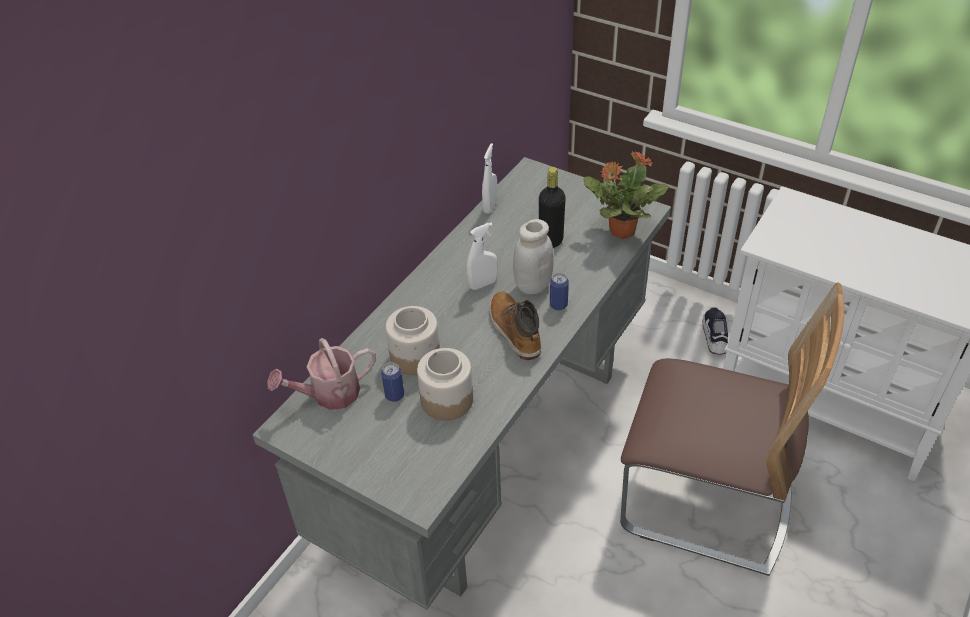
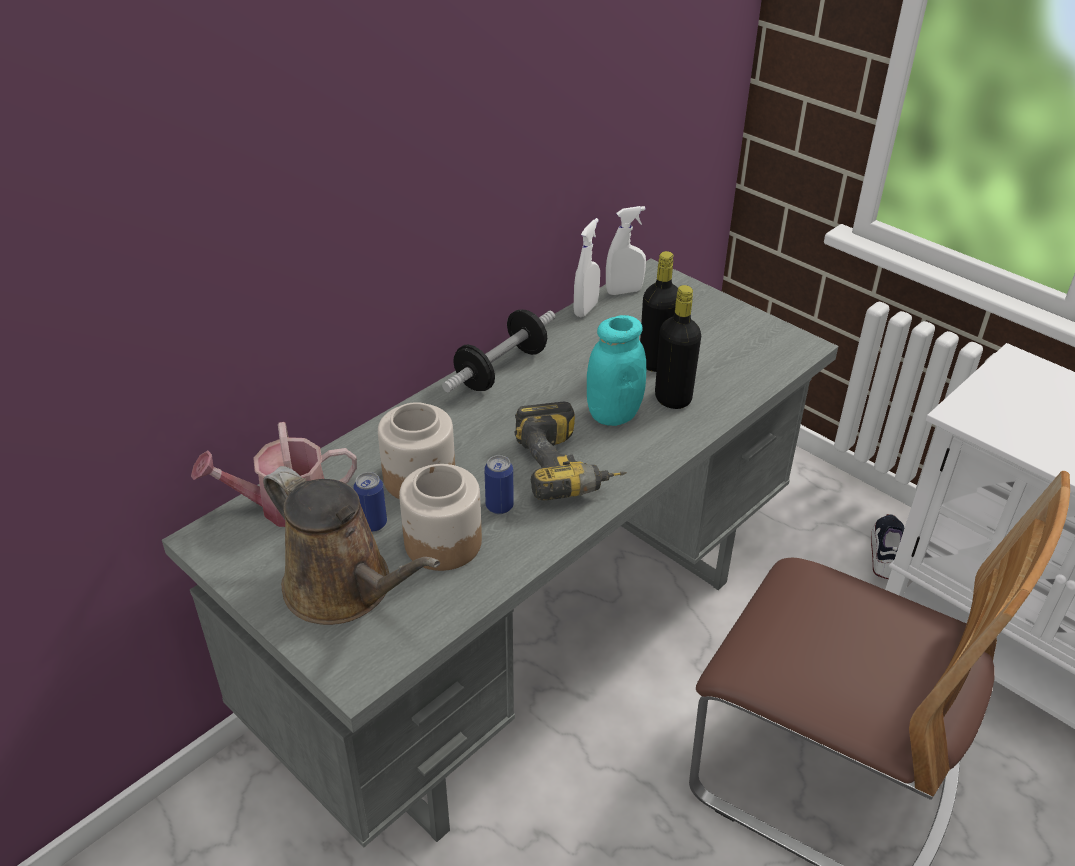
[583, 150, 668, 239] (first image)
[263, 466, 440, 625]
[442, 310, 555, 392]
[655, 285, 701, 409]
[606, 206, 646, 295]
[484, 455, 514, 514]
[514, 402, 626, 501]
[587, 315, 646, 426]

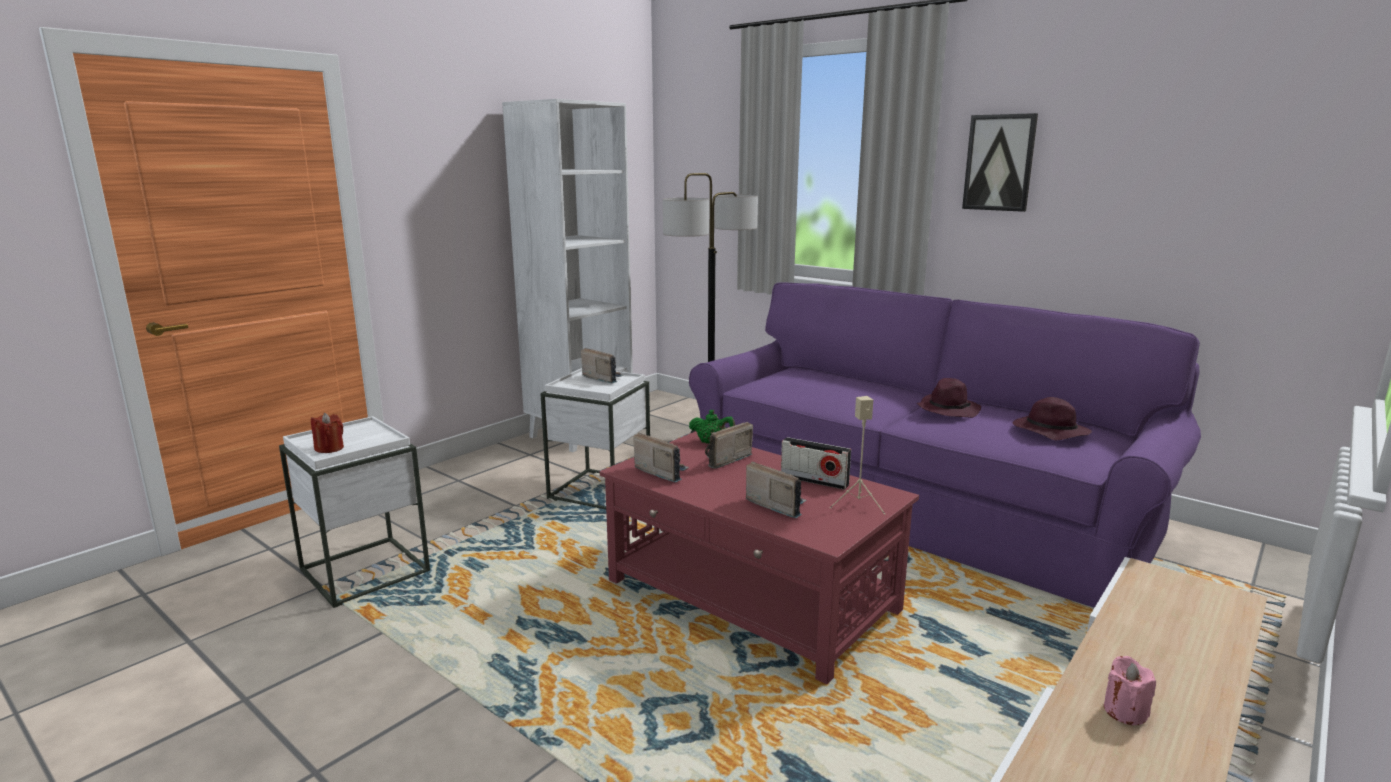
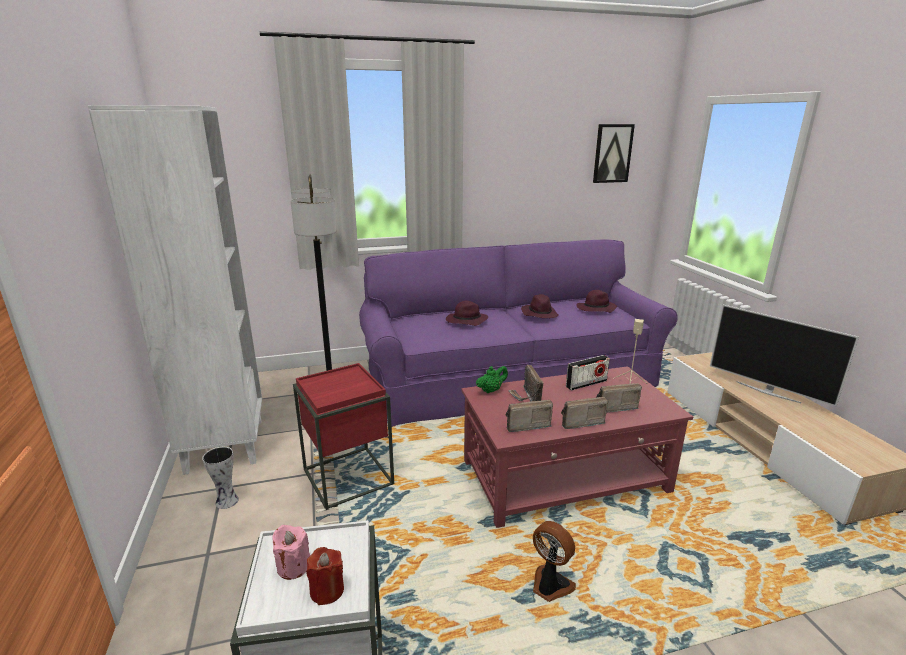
[202, 447, 239, 509]
[446, 301, 488, 326]
[533, 521, 576, 602]
[710, 305, 859, 407]
[561, 397, 608, 429]
[593, 124, 635, 183]
[273, 525, 310, 580]
[293, 363, 394, 510]

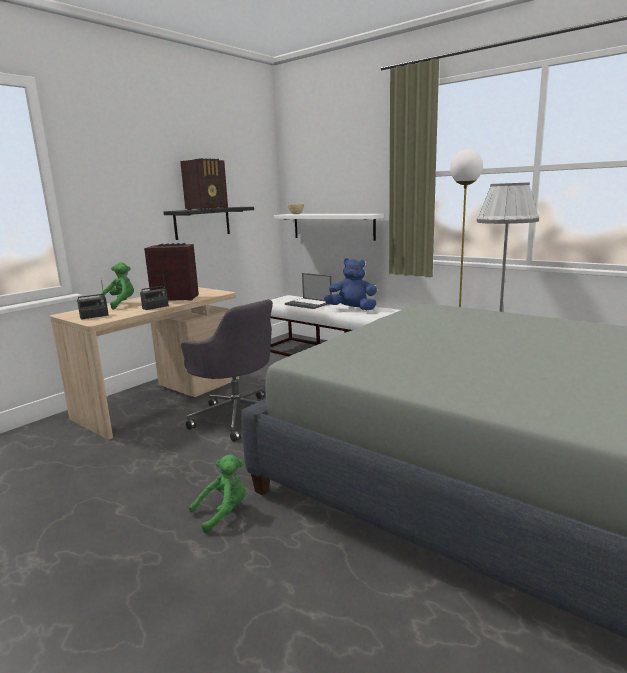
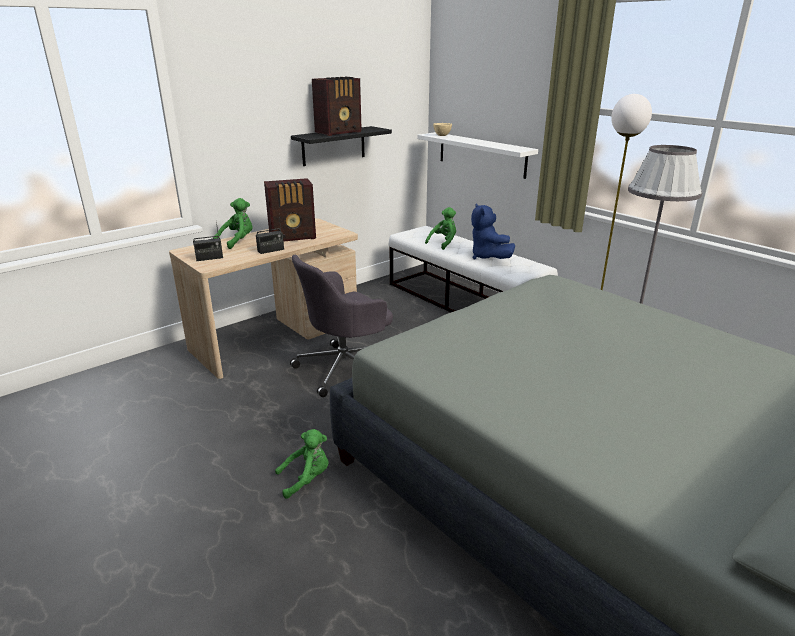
[425, 207, 456, 250]
[264, 178, 316, 241]
[290, 255, 393, 397]
[471, 203, 515, 260]

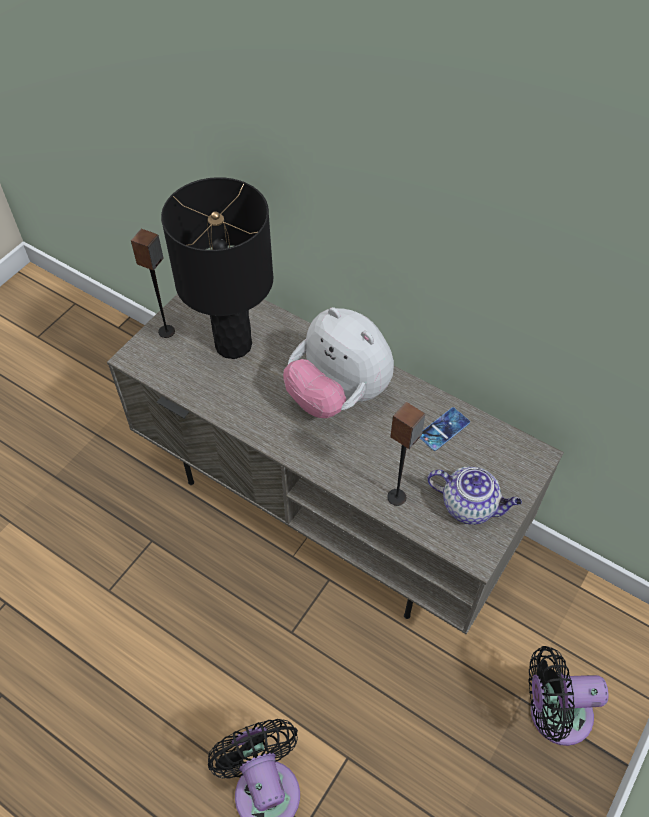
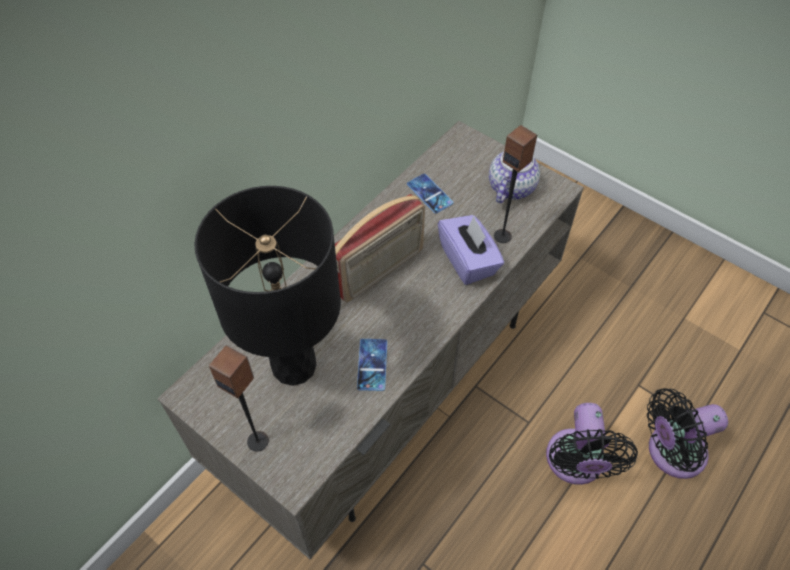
[357, 339, 387, 391]
[438, 215, 504, 285]
[546, 403, 638, 485]
[335, 194, 425, 302]

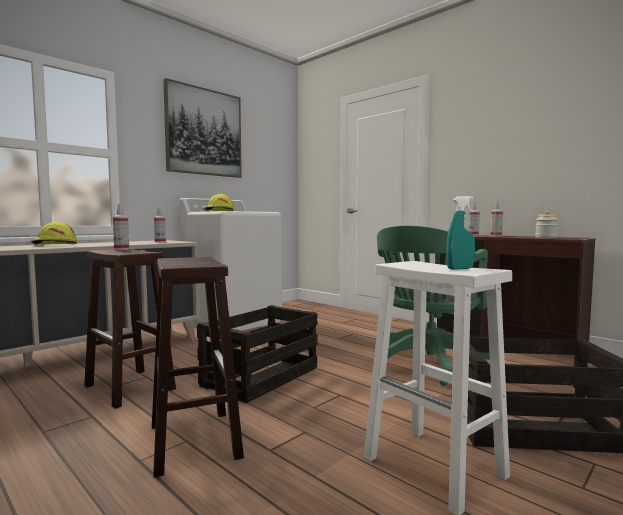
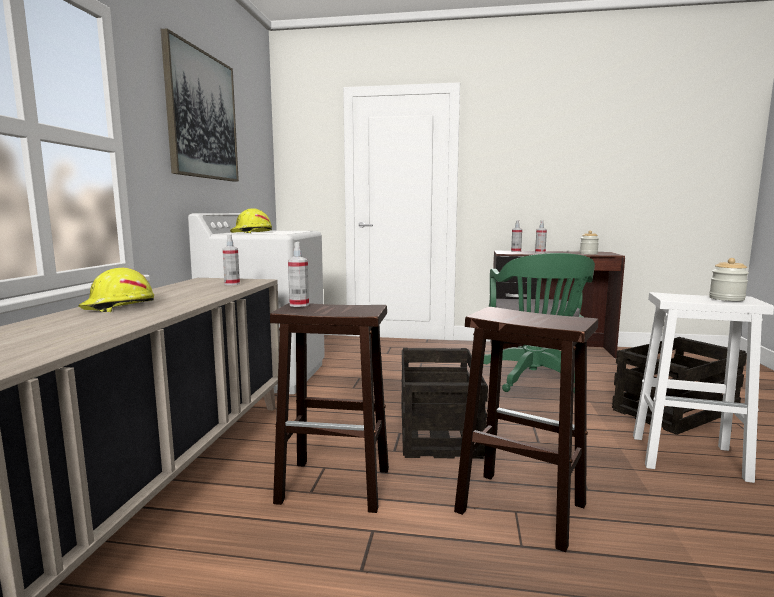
[709, 258, 749, 301]

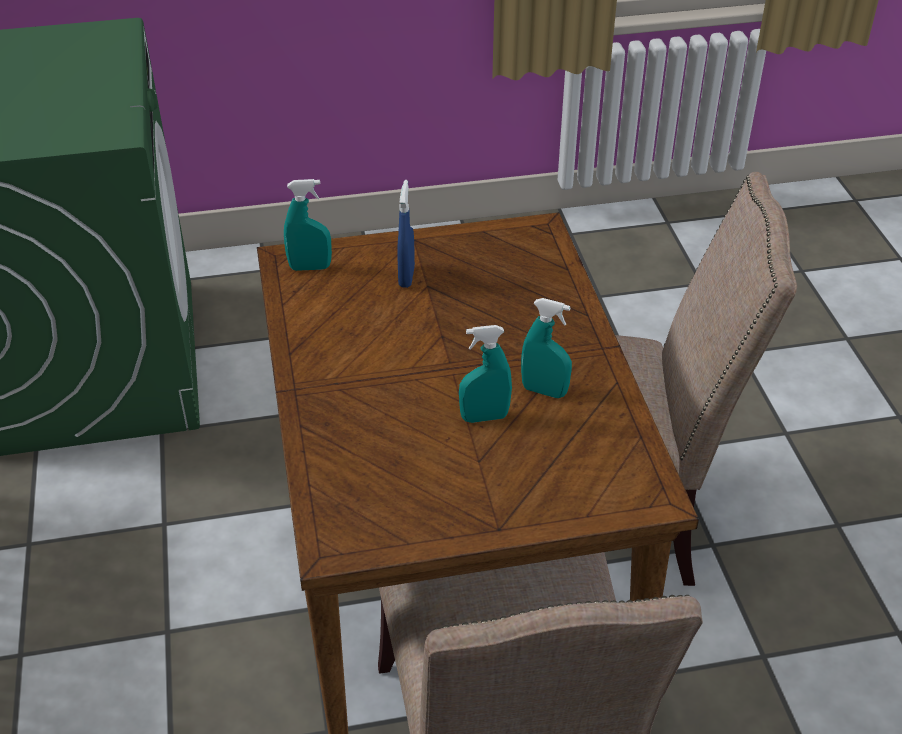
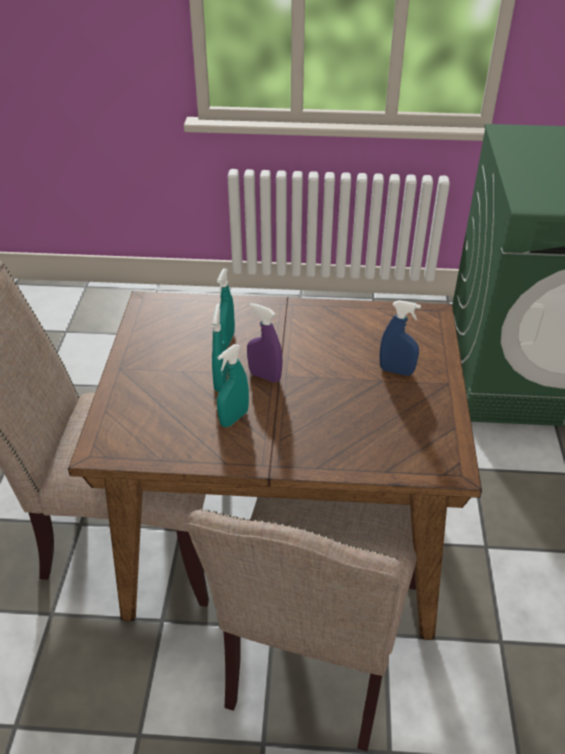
[247, 303, 283, 383]
[217, 268, 235, 347]

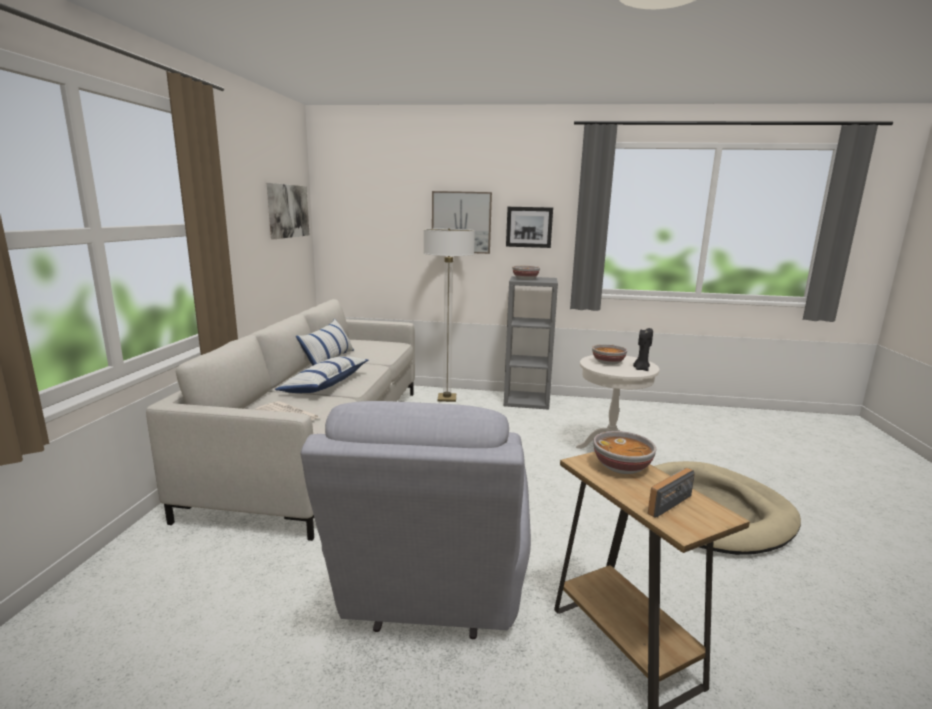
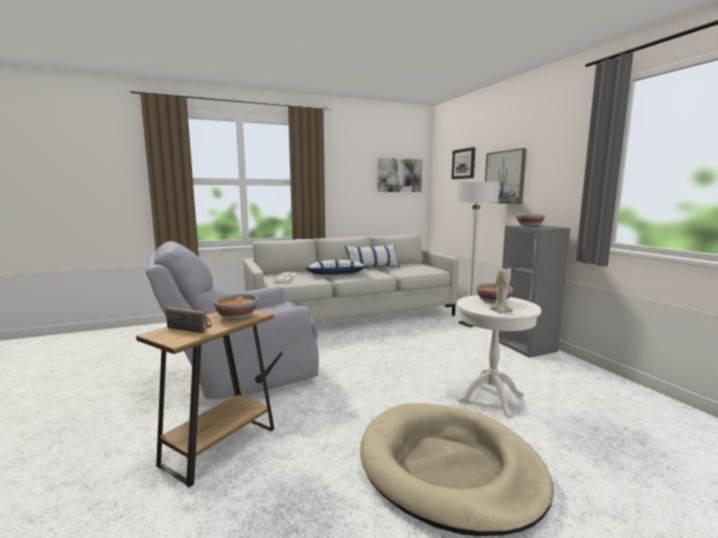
[451, 147, 475, 179]
[490, 268, 513, 313]

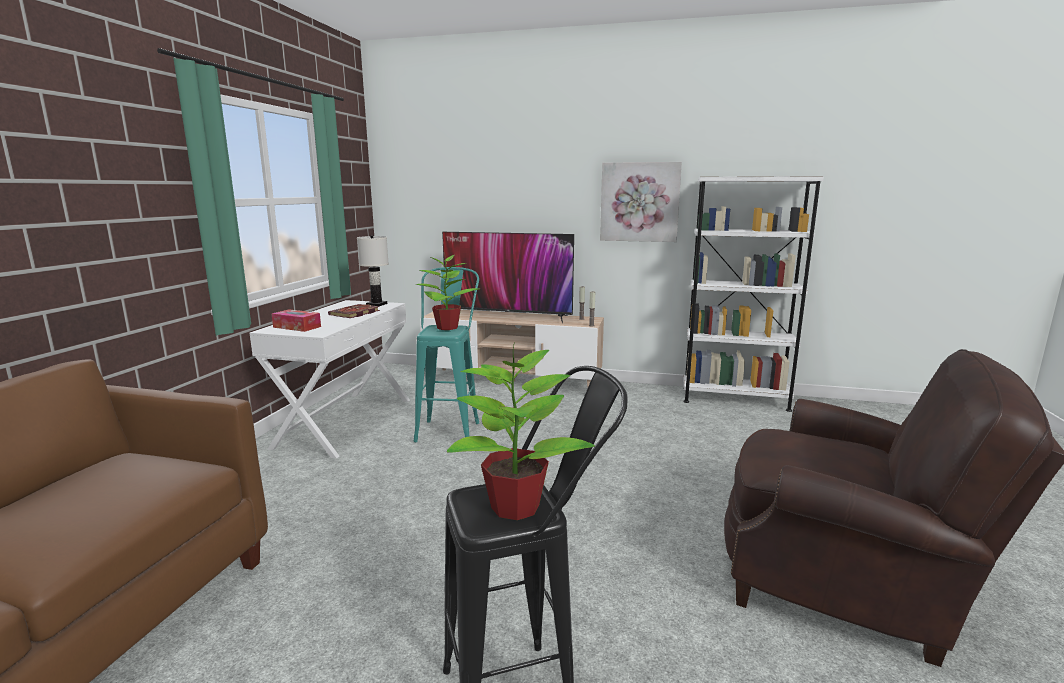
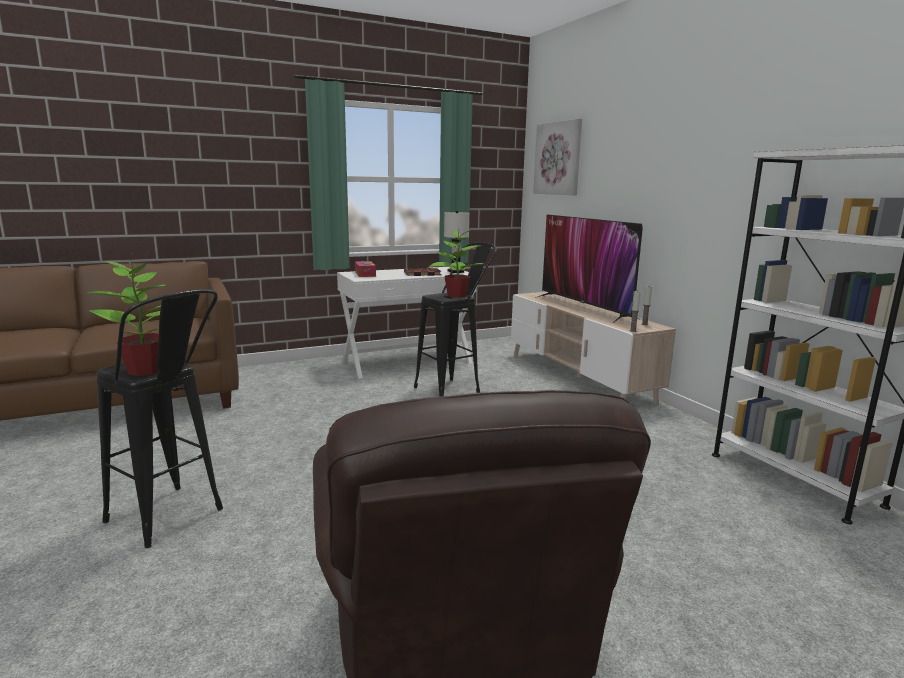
[533, 119, 582, 195]
[414, 242, 497, 397]

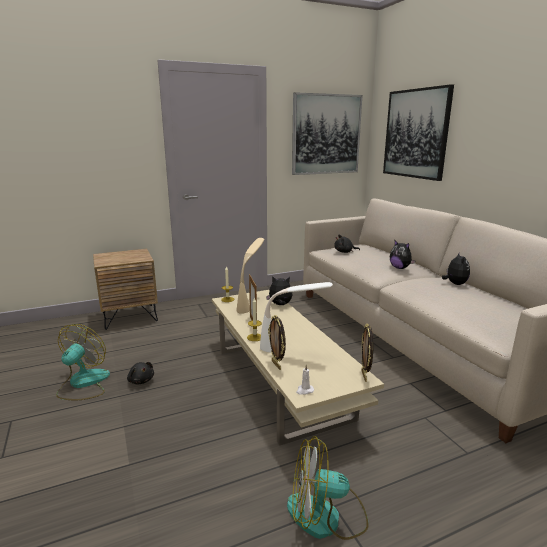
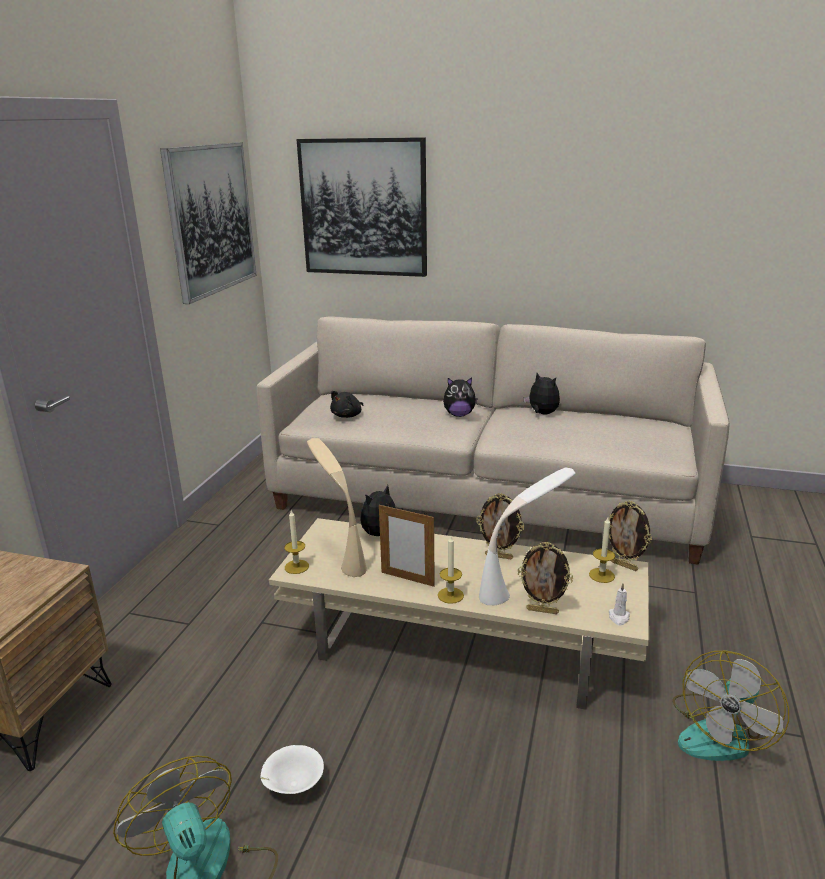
[476, 493, 525, 559]
[589, 517, 615, 583]
[261, 745, 324, 794]

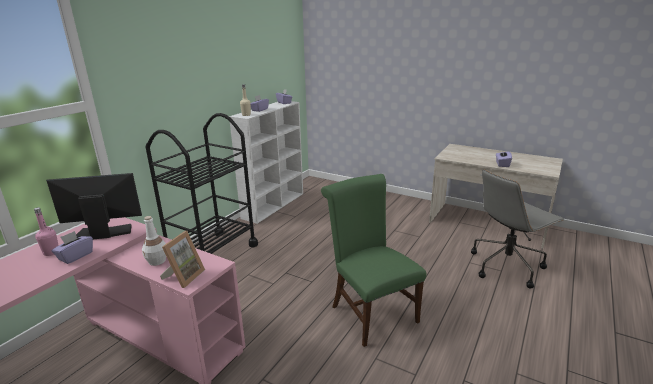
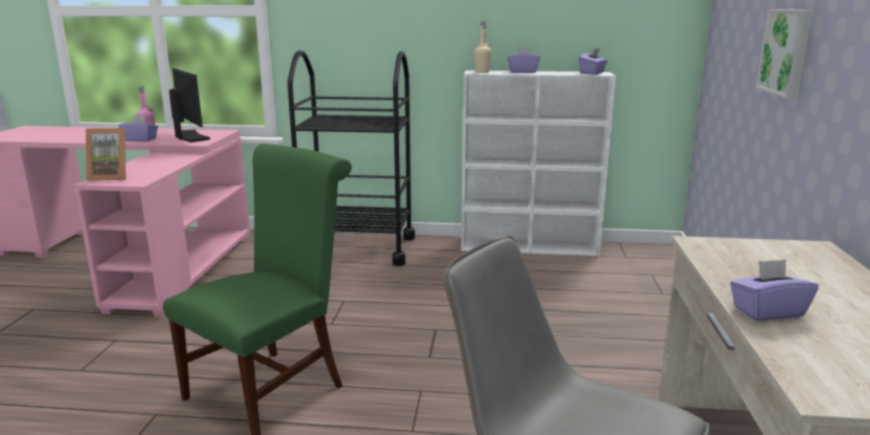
[142, 216, 166, 266] (first image)
[756, 9, 813, 98]

